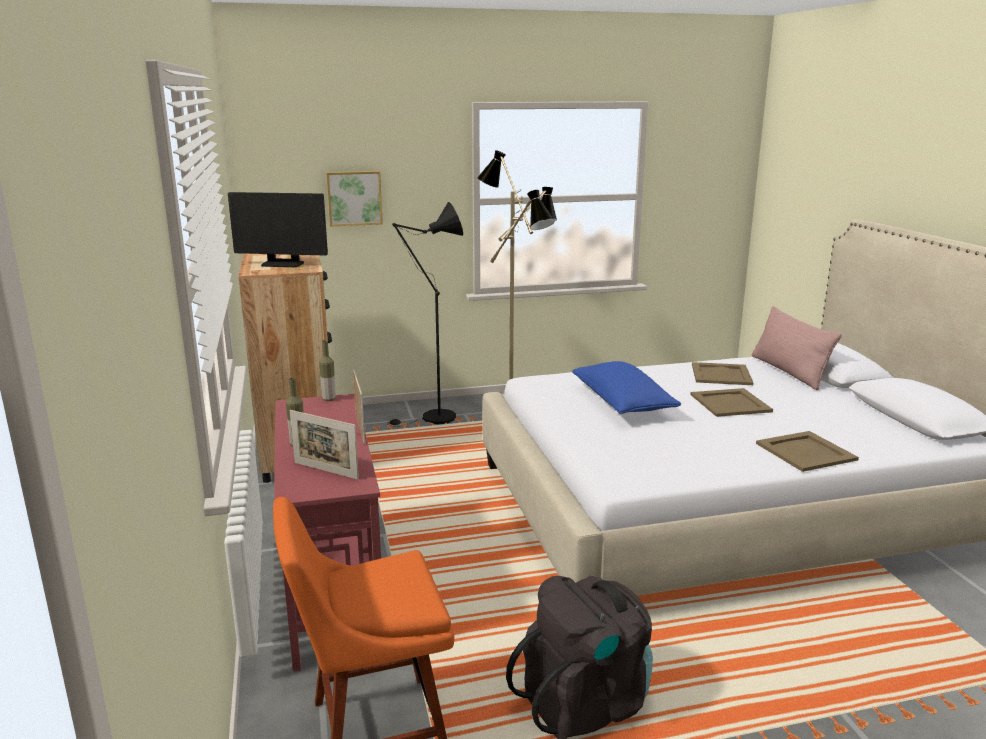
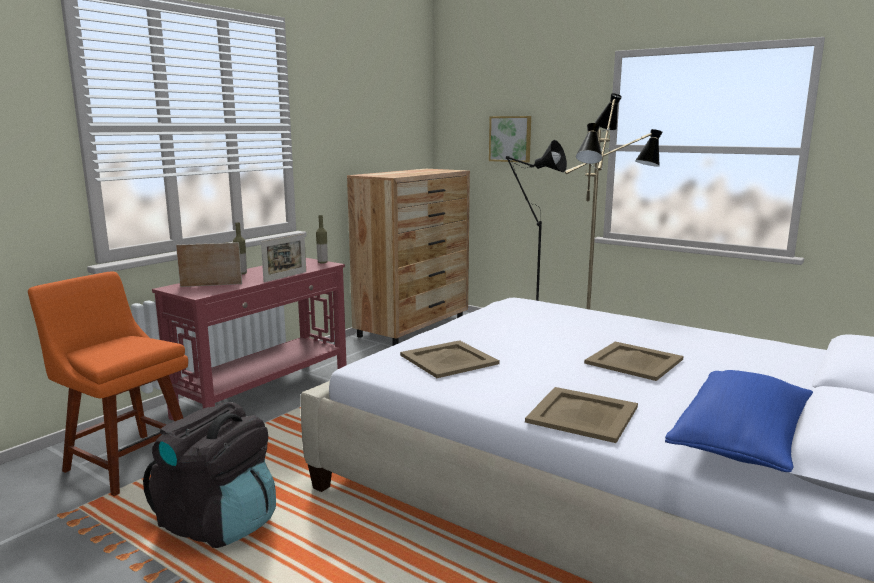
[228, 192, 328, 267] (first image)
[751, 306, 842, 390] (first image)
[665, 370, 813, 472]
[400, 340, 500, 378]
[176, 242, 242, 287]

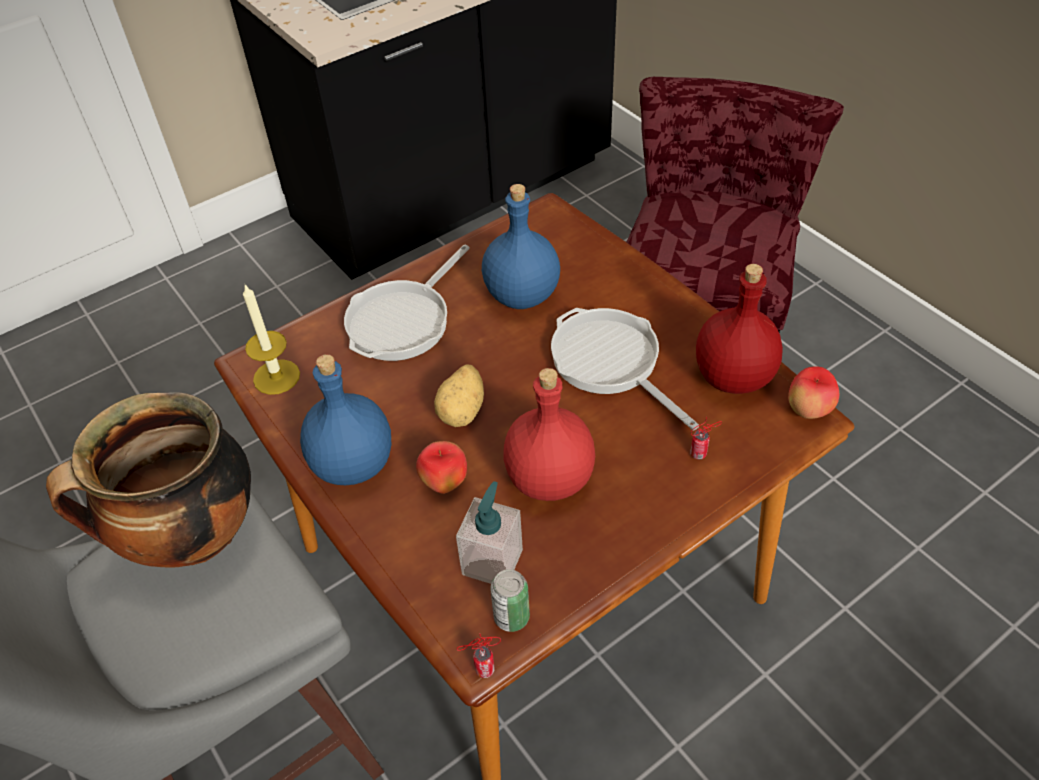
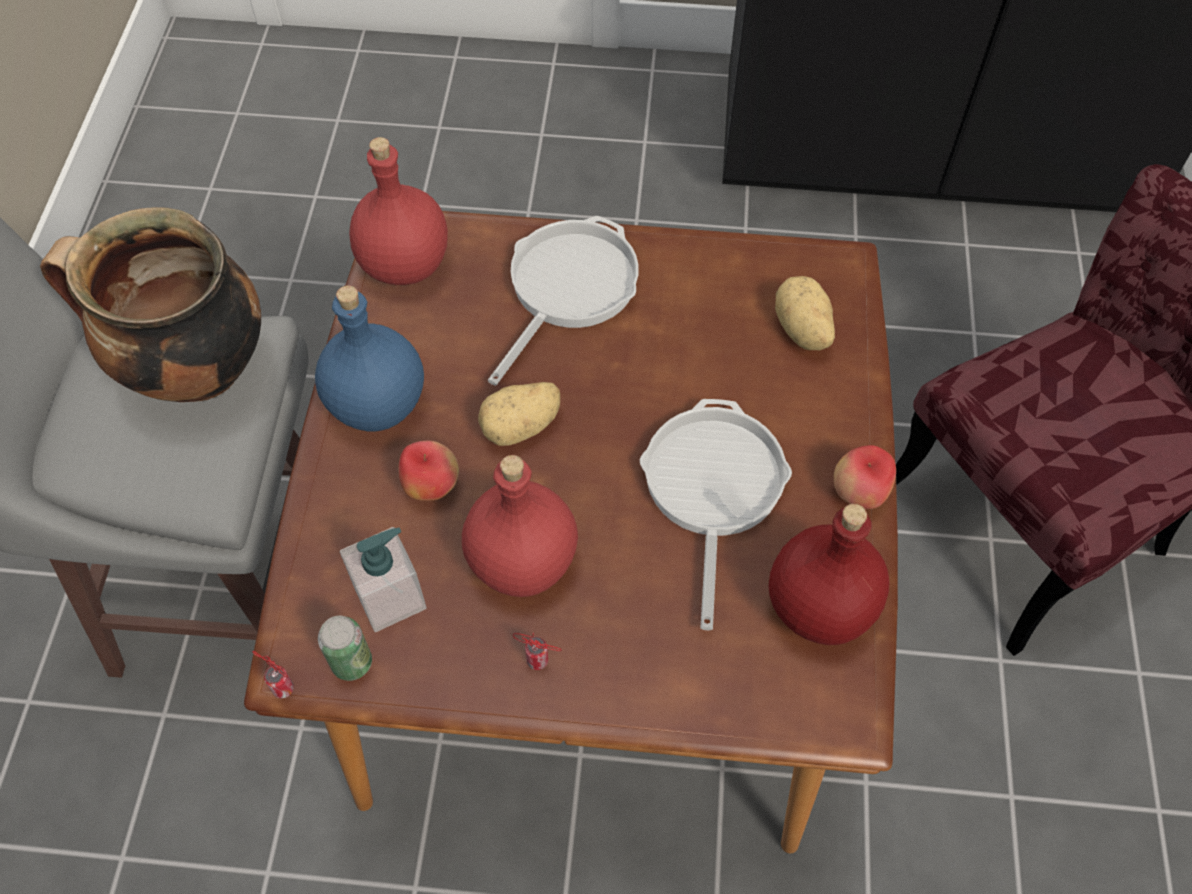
[482, 184, 560, 309] (first image)
[775, 276, 835, 350]
[513, 633, 562, 670]
[834, 445, 896, 509]
[349, 137, 448, 285]
[488, 216, 639, 386]

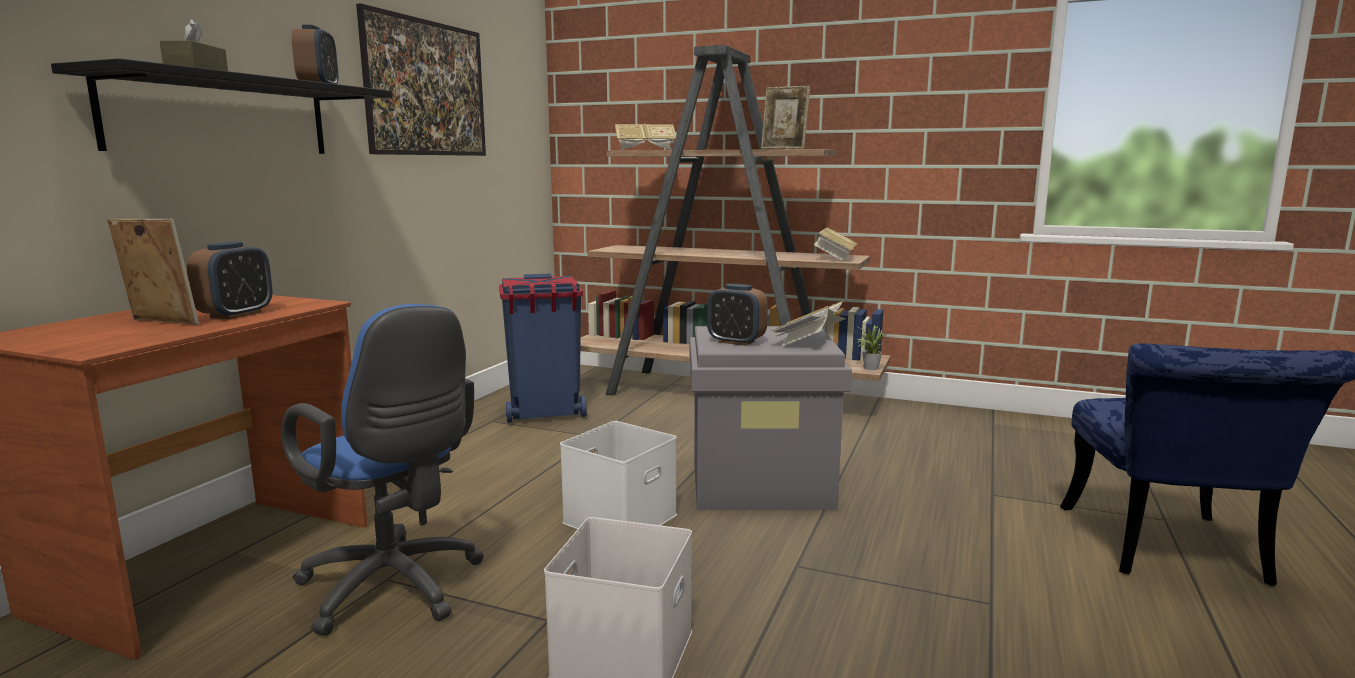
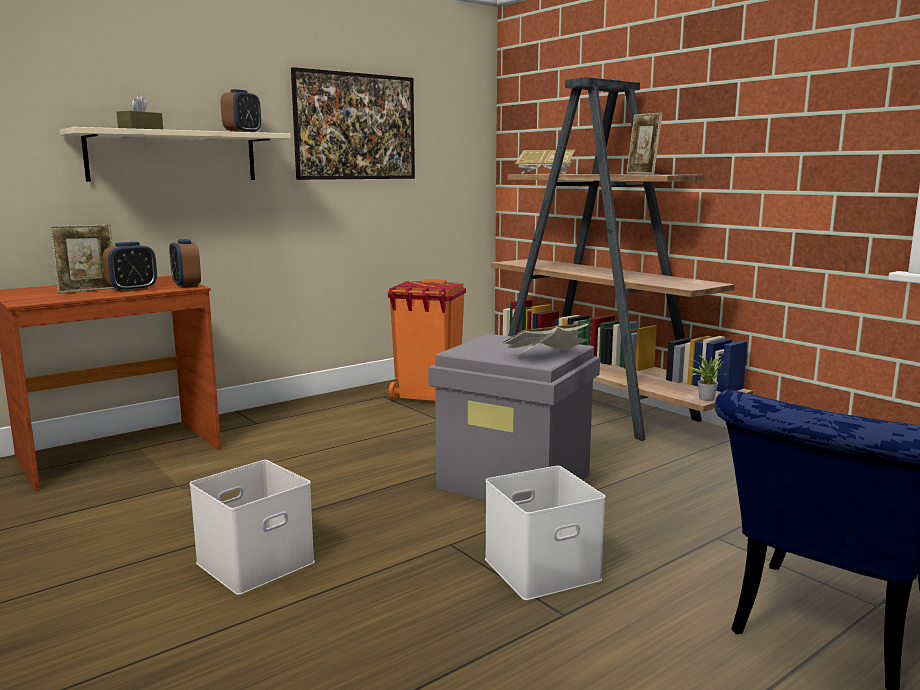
[281, 304, 484, 636] (first image)
[814, 227, 857, 261] (first image)
[485, 466, 606, 600]
[169, 239, 201, 288]
[60, 127, 291, 182]
[388, 279, 466, 401]
[50, 225, 117, 294]

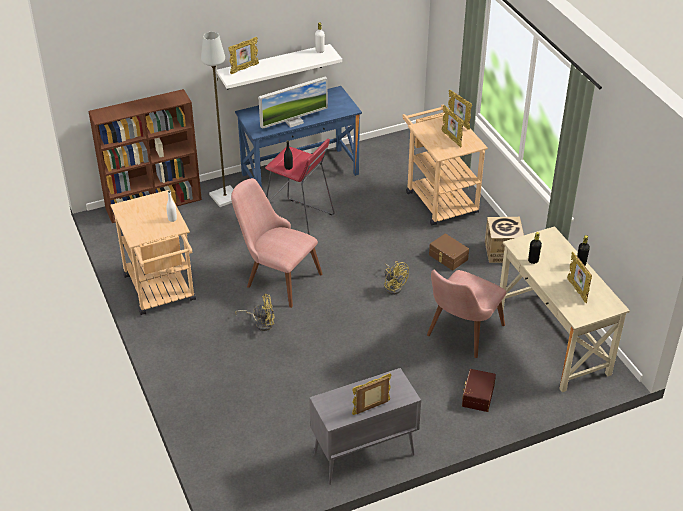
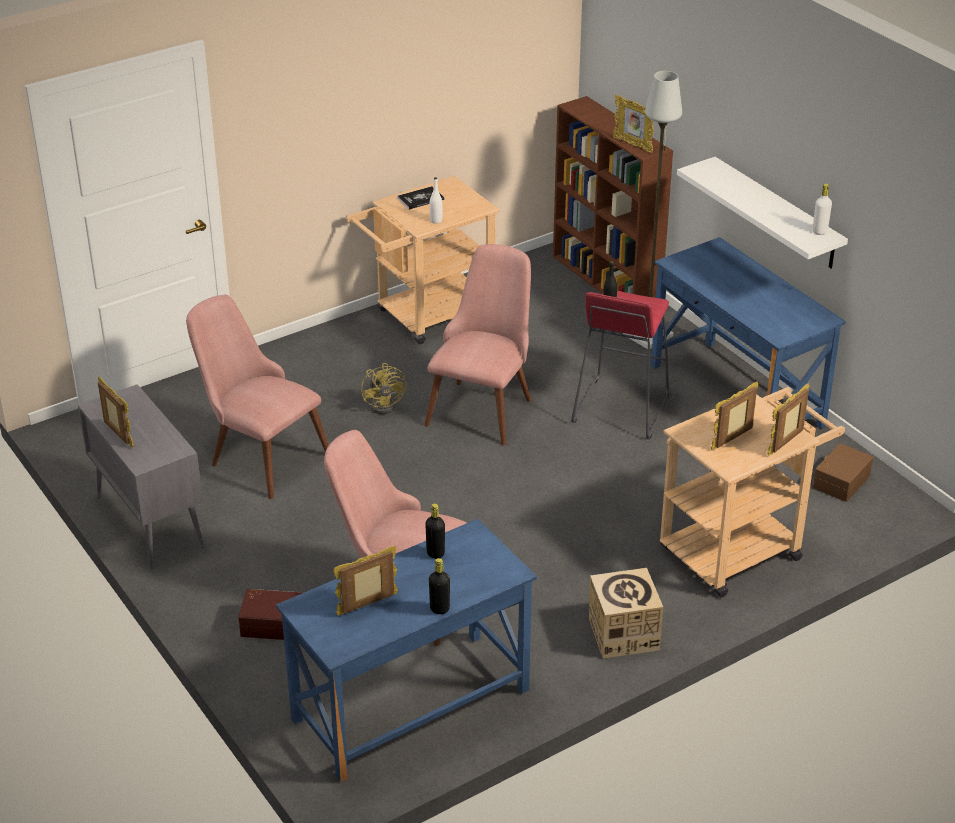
[258, 77, 328, 129] (first image)
[384, 261, 409, 295] (first image)
[186, 295, 329, 499]
[397, 186, 444, 210]
[613, 95, 654, 153]
[813, 443, 873, 502]
[276, 519, 537, 782]

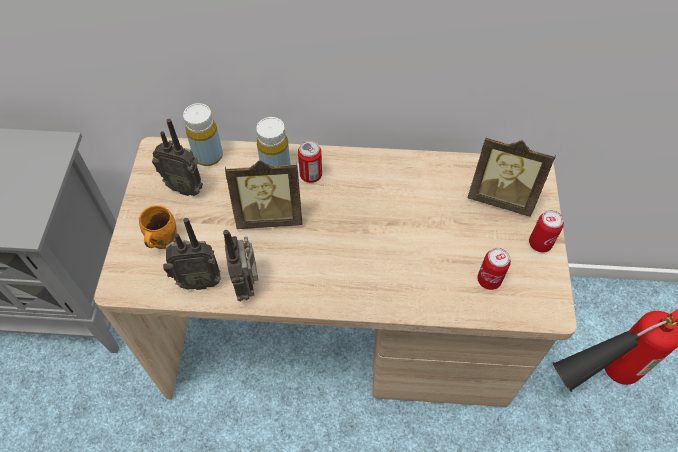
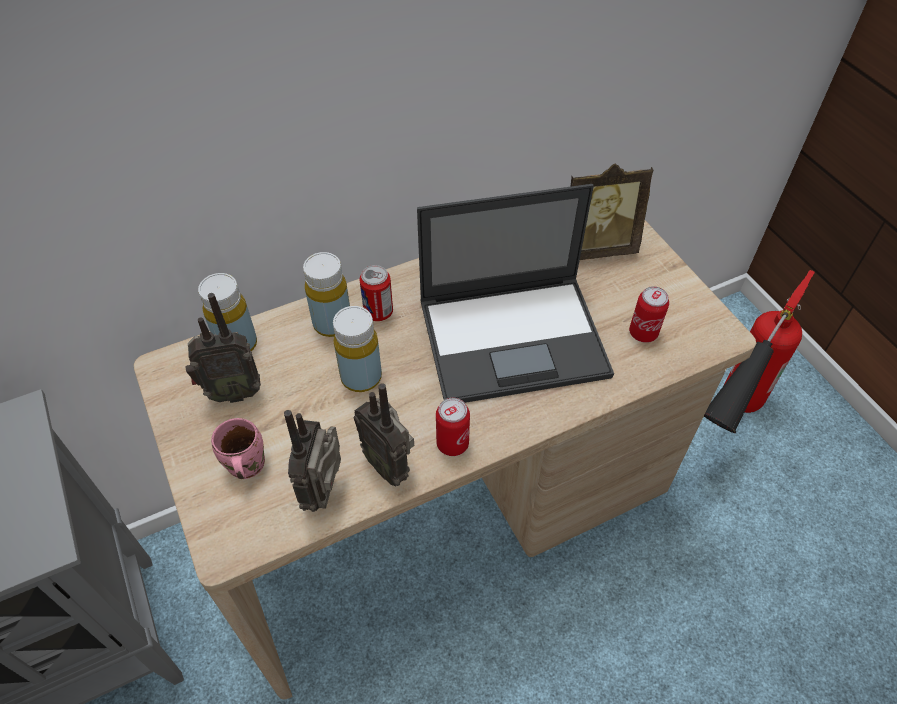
[417, 184, 614, 403]
[436, 398, 470, 456]
[333, 306, 382, 392]
[211, 418, 265, 479]
[284, 410, 341, 512]

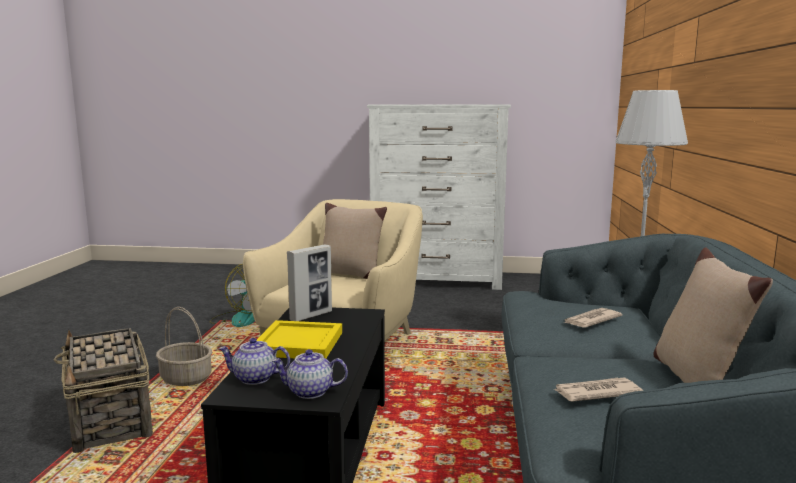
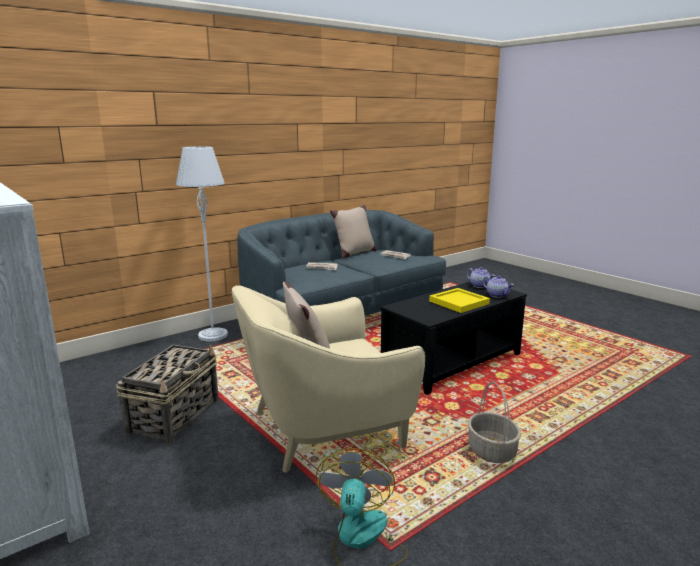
[287, 244, 332, 321] (first image)
[116, 344, 218, 444]

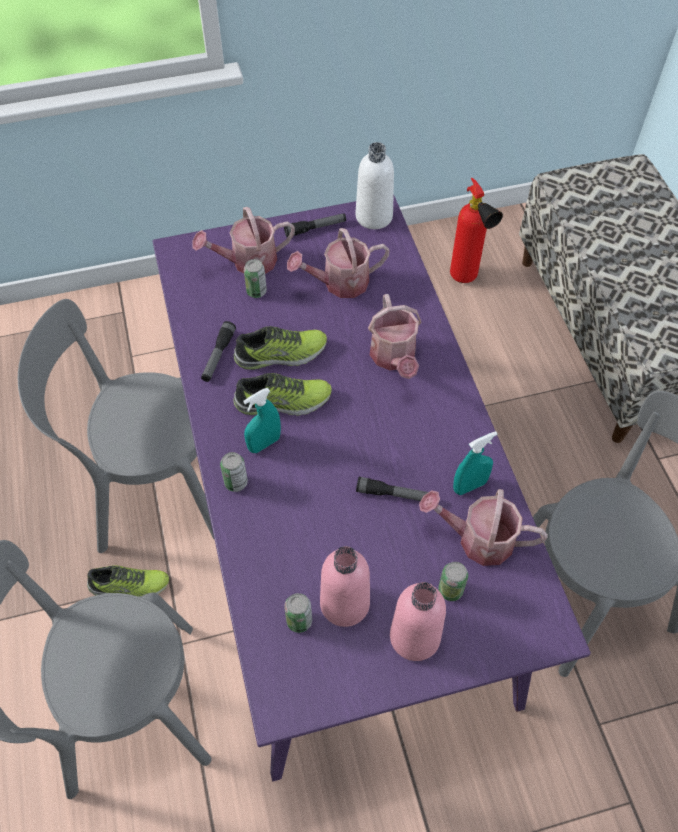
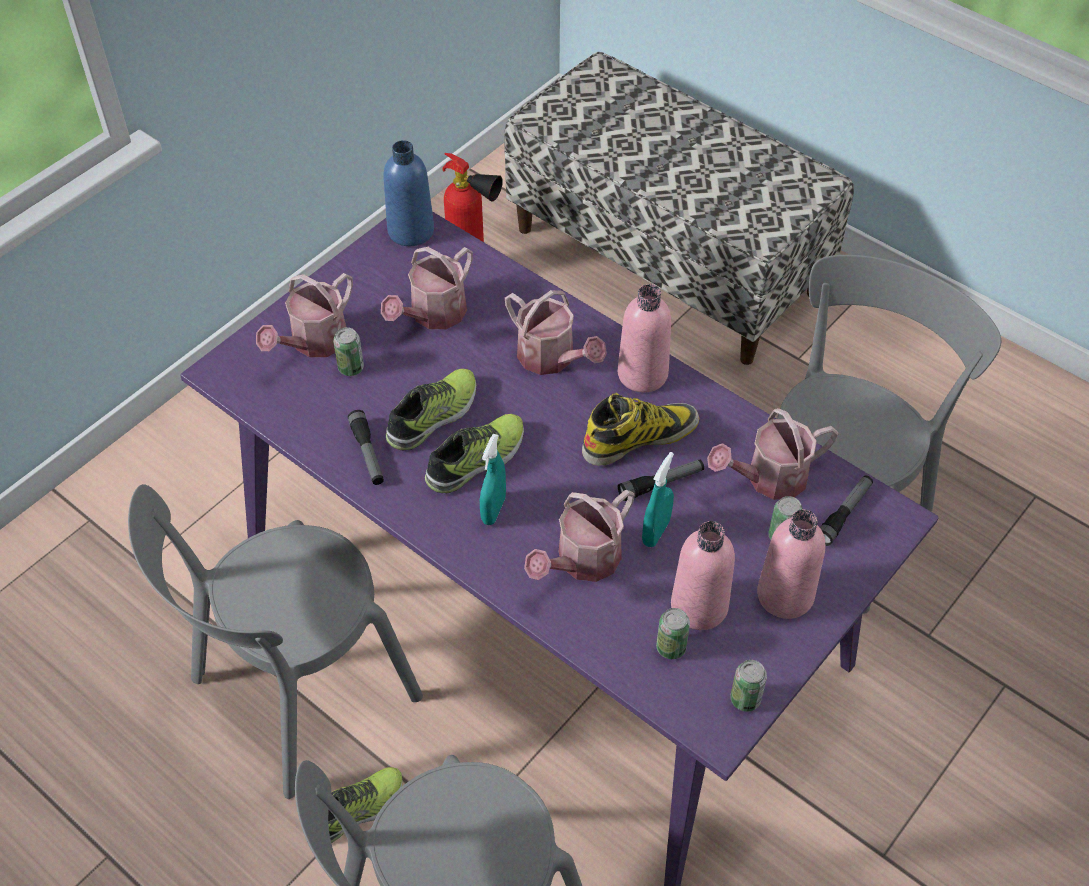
[524, 490, 635, 582]
[582, 393, 700, 466]
[618, 284, 671, 393]
[730, 660, 767, 712]
[820, 475, 873, 546]
[642, 452, 674, 547]
[383, 140, 434, 246]

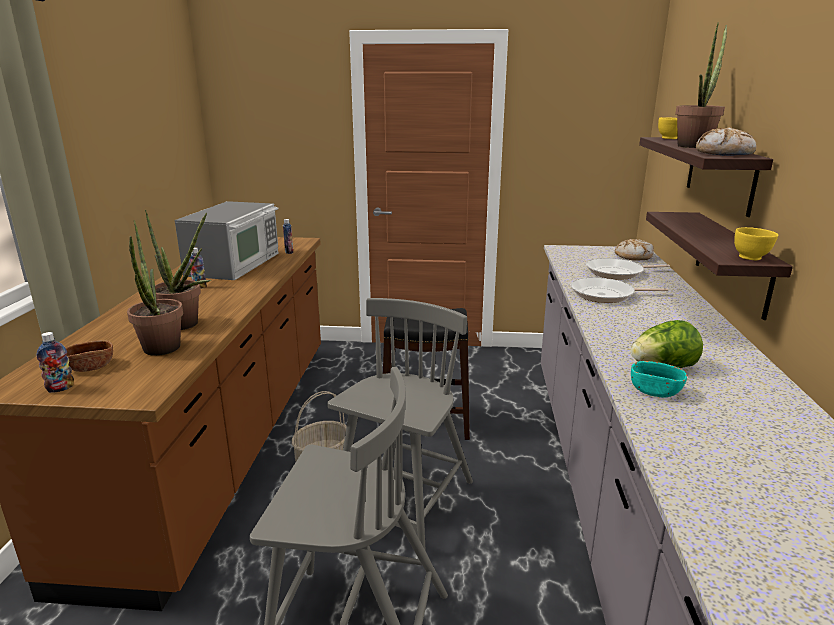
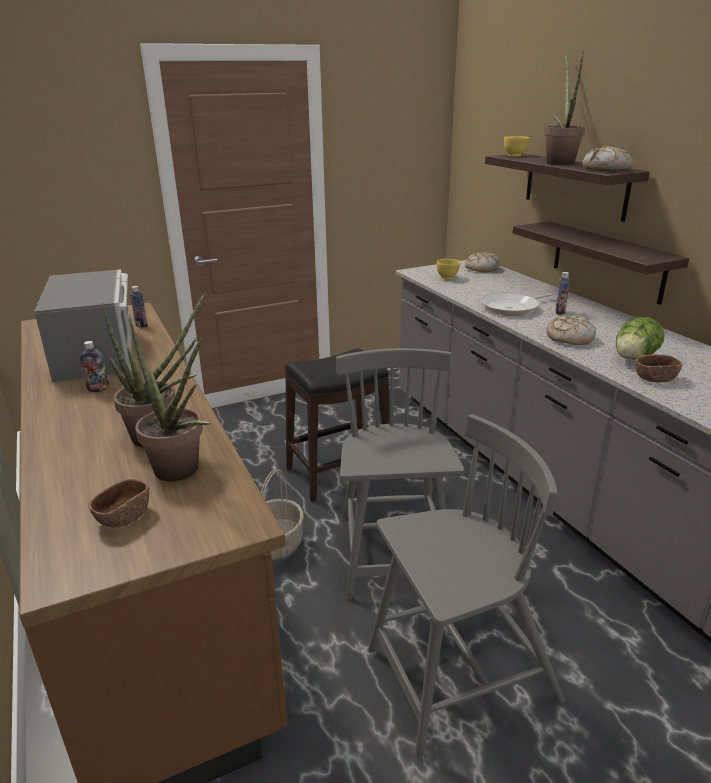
[586, 258, 670, 280] (first image)
[546, 315, 596, 345]
[555, 272, 570, 315]
[437, 259, 460, 280]
[635, 354, 682, 383]

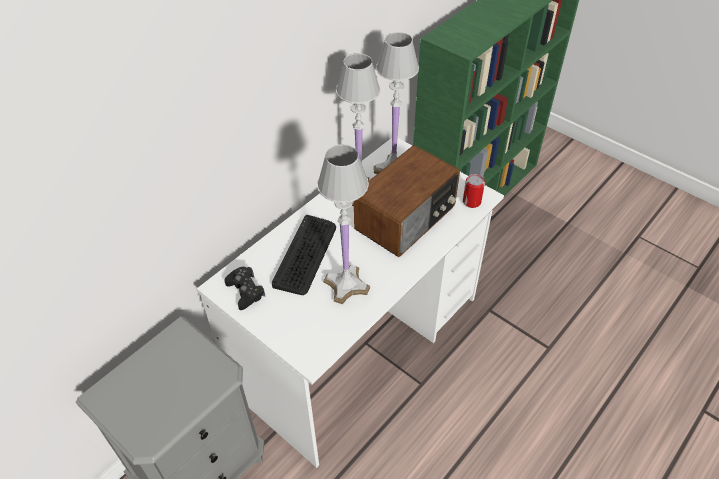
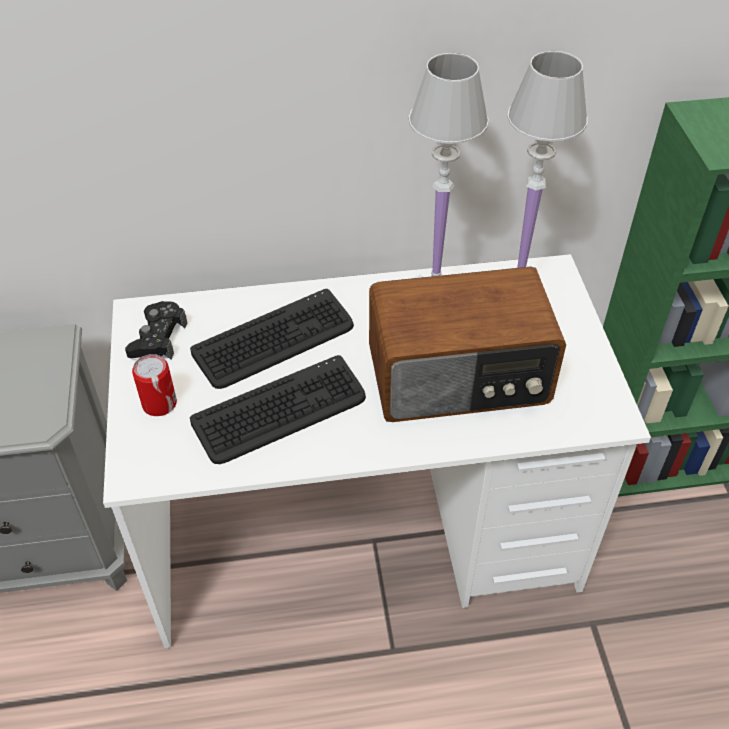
[132, 354, 177, 416]
[190, 355, 366, 464]

